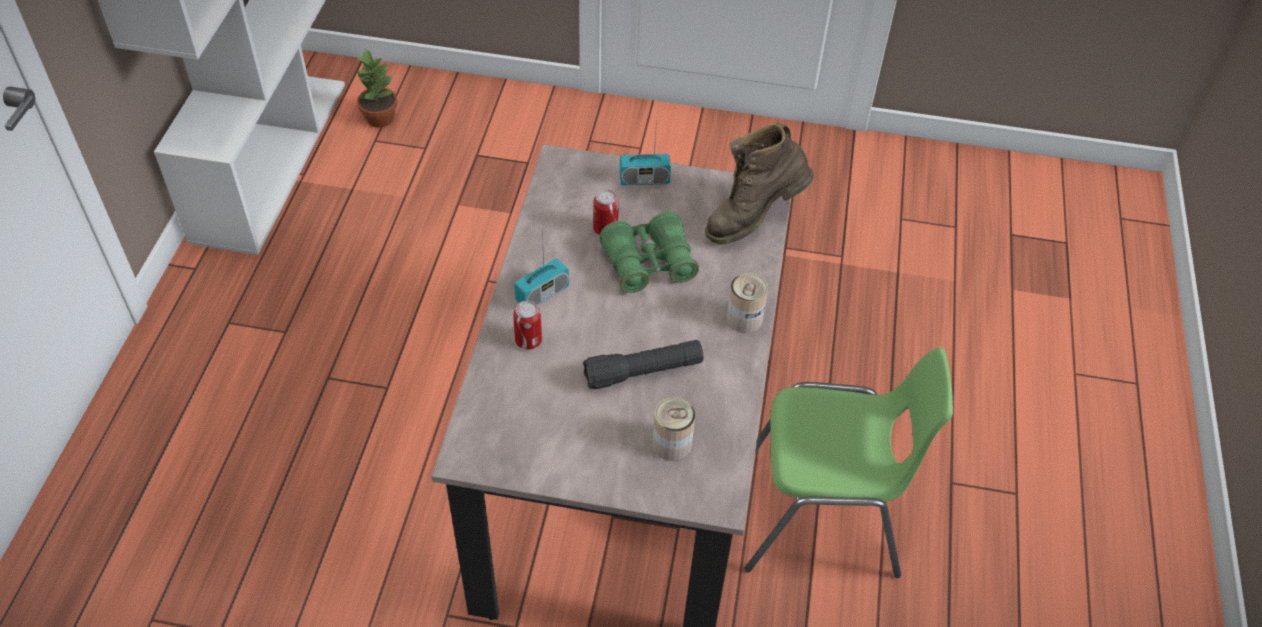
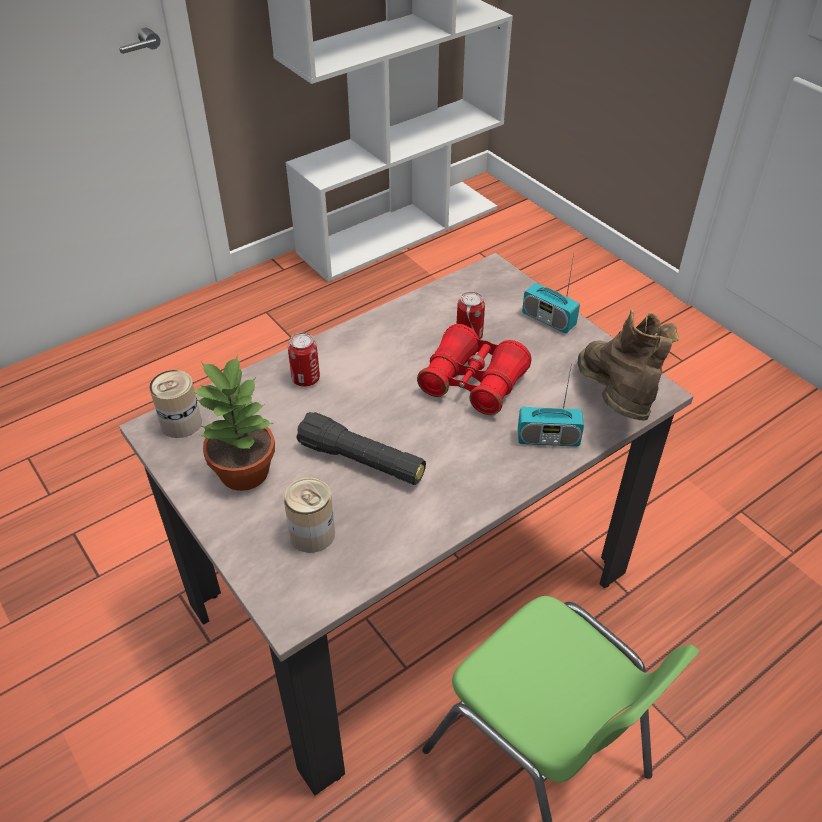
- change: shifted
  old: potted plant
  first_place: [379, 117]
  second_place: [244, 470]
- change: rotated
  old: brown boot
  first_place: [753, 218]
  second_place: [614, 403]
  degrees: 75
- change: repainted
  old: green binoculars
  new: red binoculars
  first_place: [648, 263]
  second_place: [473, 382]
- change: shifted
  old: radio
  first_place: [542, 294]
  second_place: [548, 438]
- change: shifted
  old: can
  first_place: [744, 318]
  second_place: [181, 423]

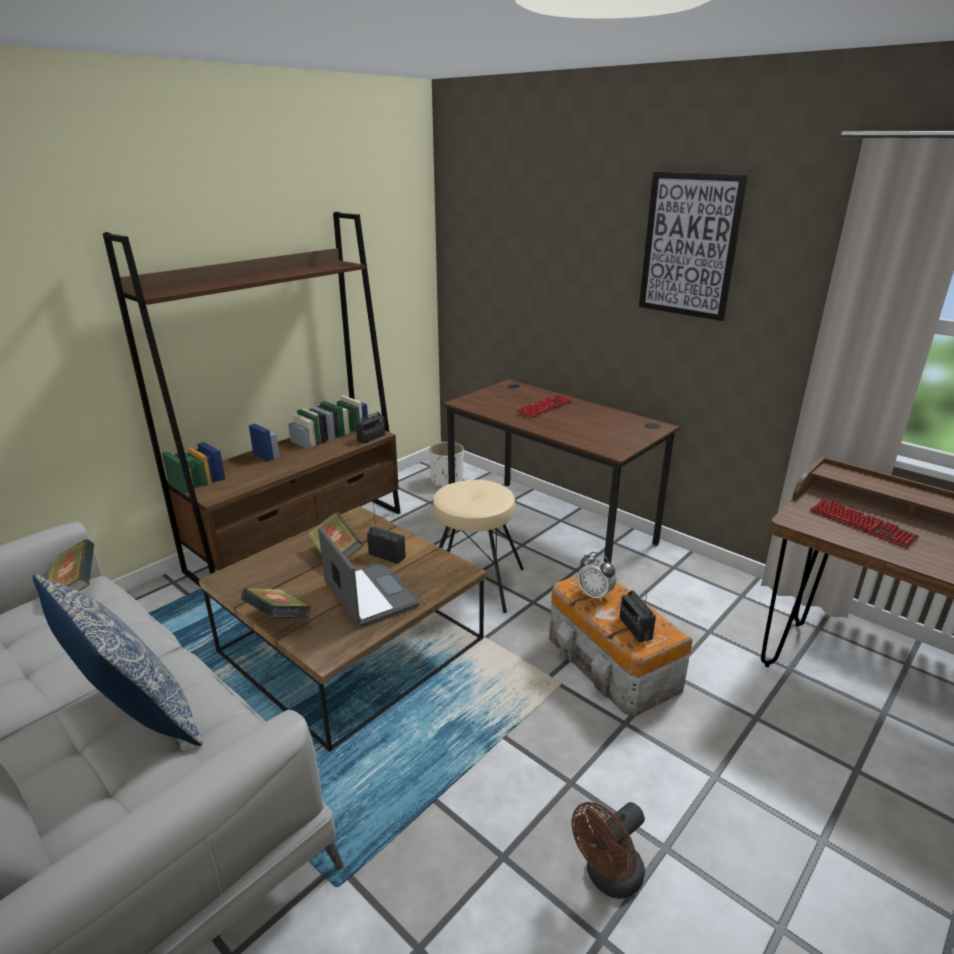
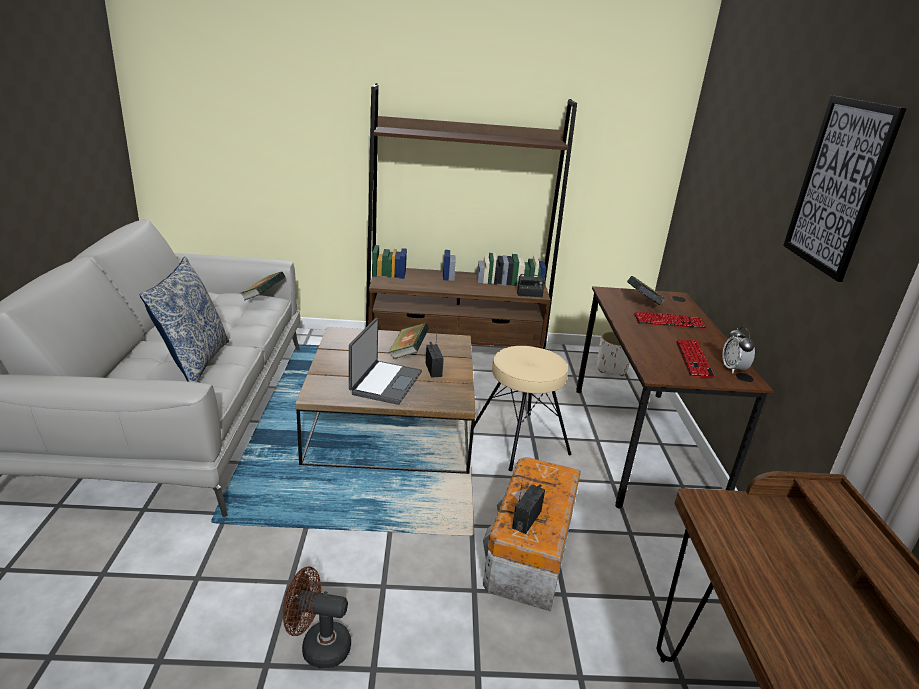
- change: shifted
  old: keyboard
  first_place: [861, 525]
  second_place: [693, 359]
- change: shifted
  old: alarm clock
  first_place: [595, 595]
  second_place: [733, 369]
- change: shifted
  old: book
  first_place: [278, 619]
  second_place: [643, 303]

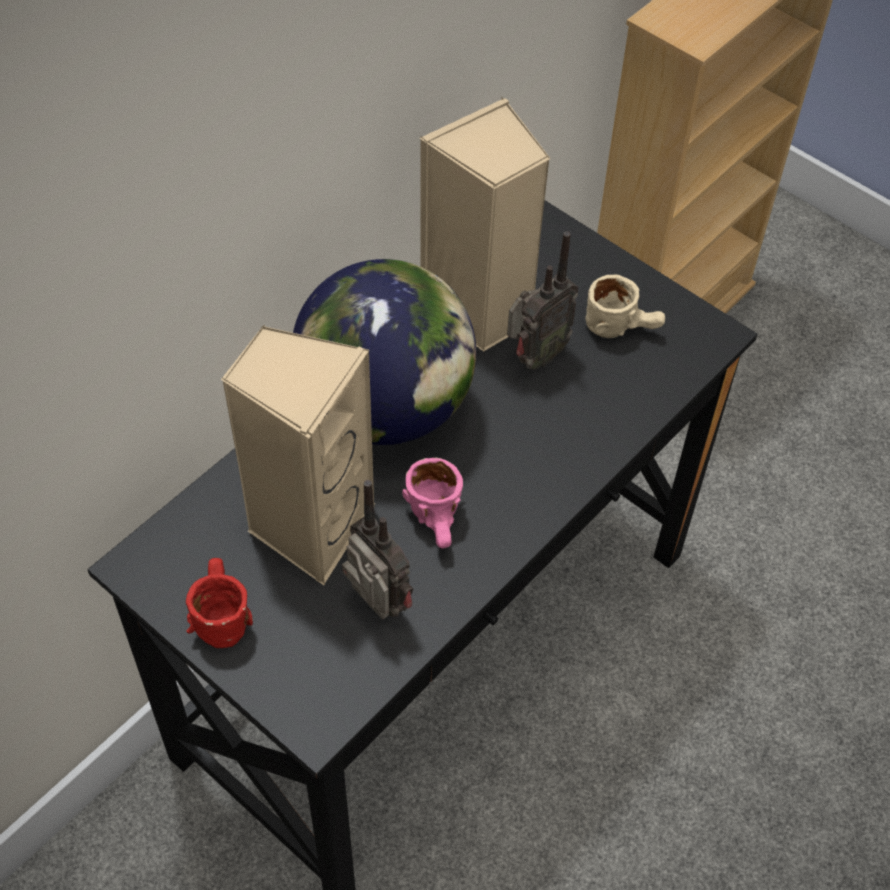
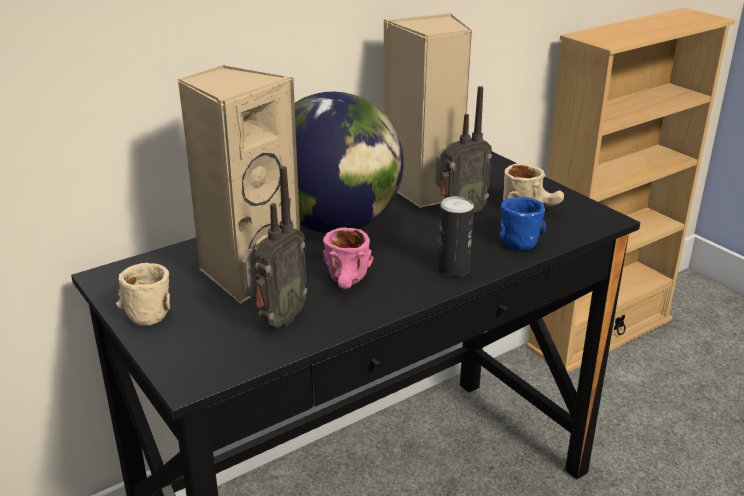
- change: rotated
  old: radio
  first_place: [376, 607]
  second_place: [276, 321]
  degrees: 60
- change: repainted
  old: red mug
  new: beige mug
  first_place: [218, 613]
  second_place: [150, 308]
- change: new
  new: can
  second_place: [453, 269]
- change: new
  new: blue mug
  second_place: [513, 237]

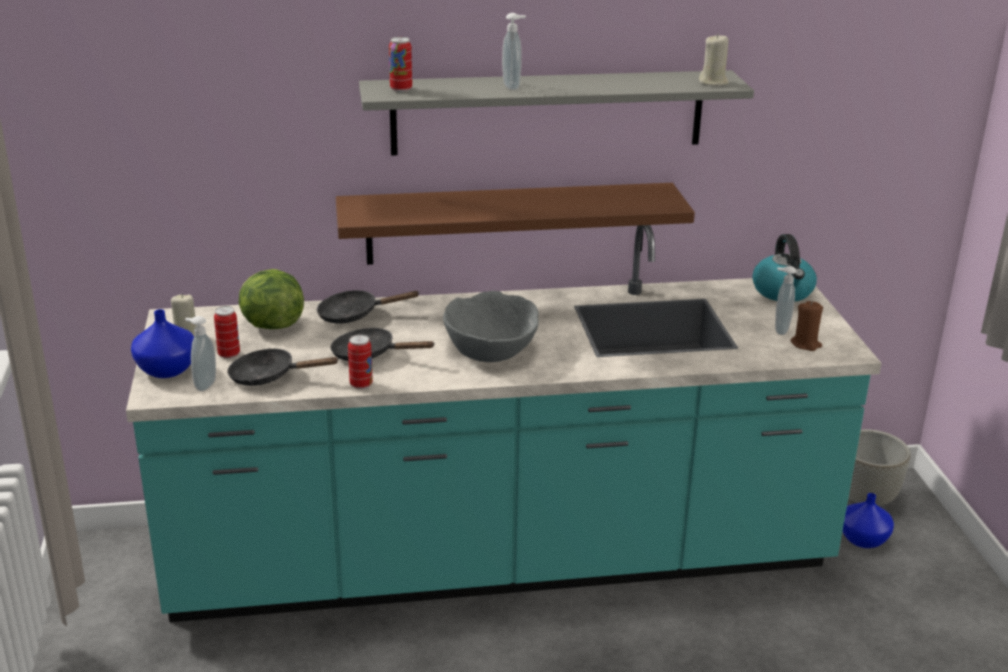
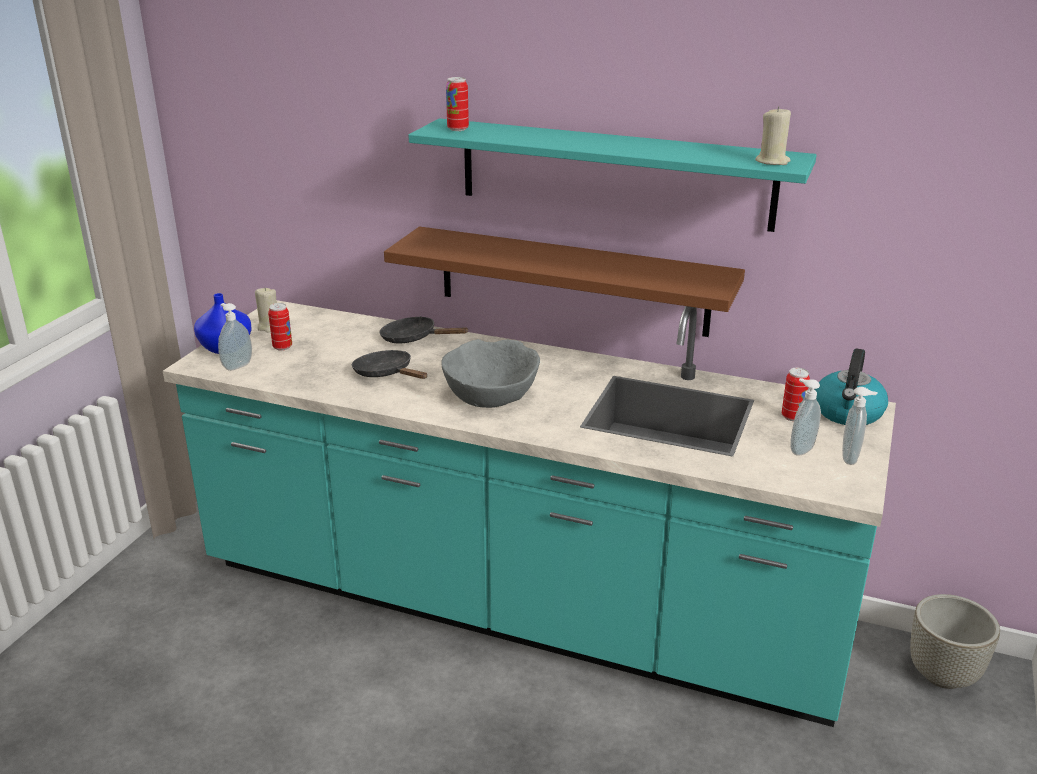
- change: shifted
  old: soap dispenser
  first_place: [513, 86]
  second_place: [852, 458]
- change: repainted
  old: grey shelf
  new: turquoise shelf
  first_place: [548, 112]
  second_place: [614, 174]
- change: gone
  old: lettuce
  first_place: [271, 325]
- change: gone
  old: brown candle
  first_place: [806, 344]
- change: shifted
  old: can
  first_place: [361, 385]
  second_place: [792, 417]
- change: gone
  old: black frying pan
  first_place: [269, 376]
- change: gone
  old: blue vase
  first_place: [864, 539]

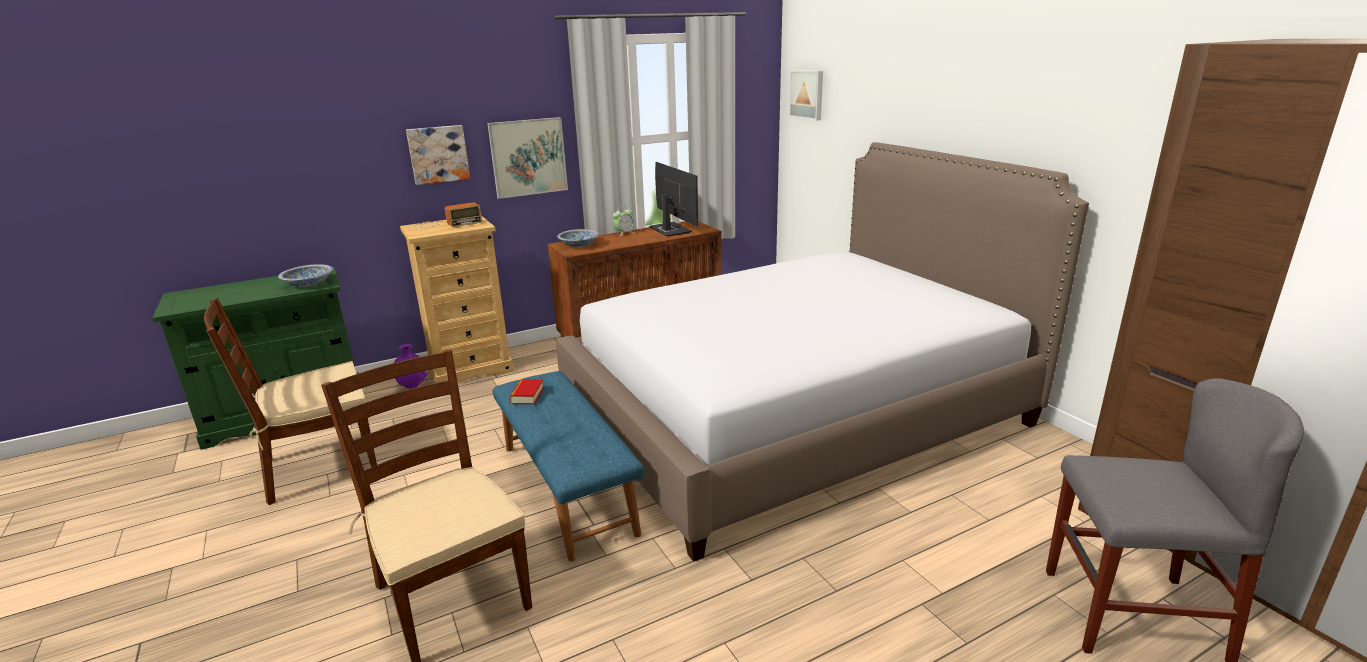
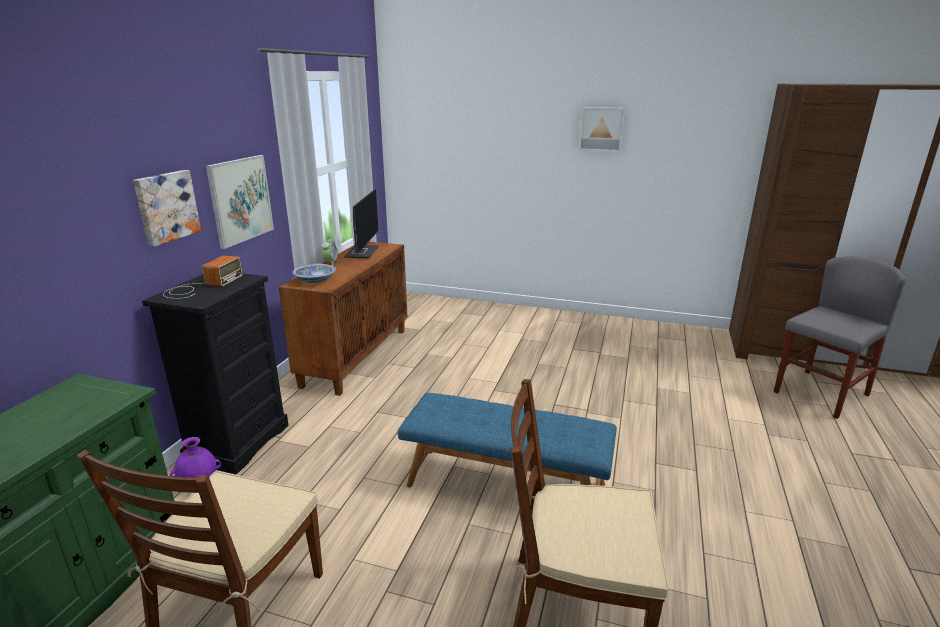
- change: shifted
  old: picture
  first_place: [807, 94]
  second_place: [601, 129]
- change: gone
  old: bed
  first_place: [795, 415]
- change: rotated
  old: monitor
  first_place: [669, 230]
  second_place: [362, 252]
  degrees: 75
- change: repainted
  old: beige dresser
  new: black dresser
  first_place: [471, 369]
  second_place: [238, 442]
- change: gone
  old: bowl
  first_place: [308, 284]
- change: gone
  old: book
  first_place: [527, 395]

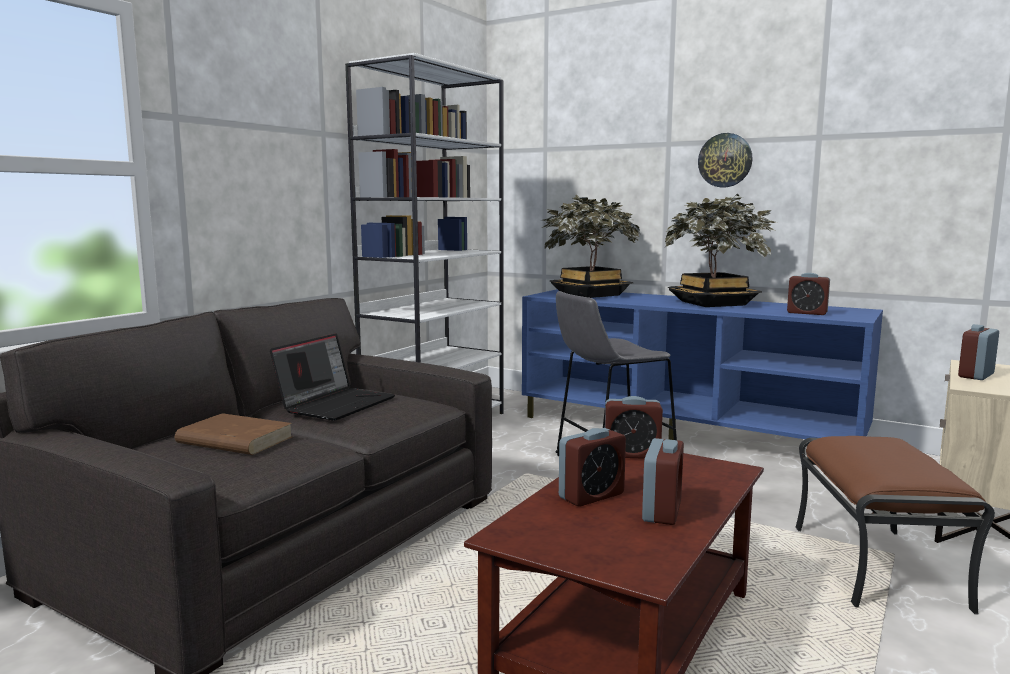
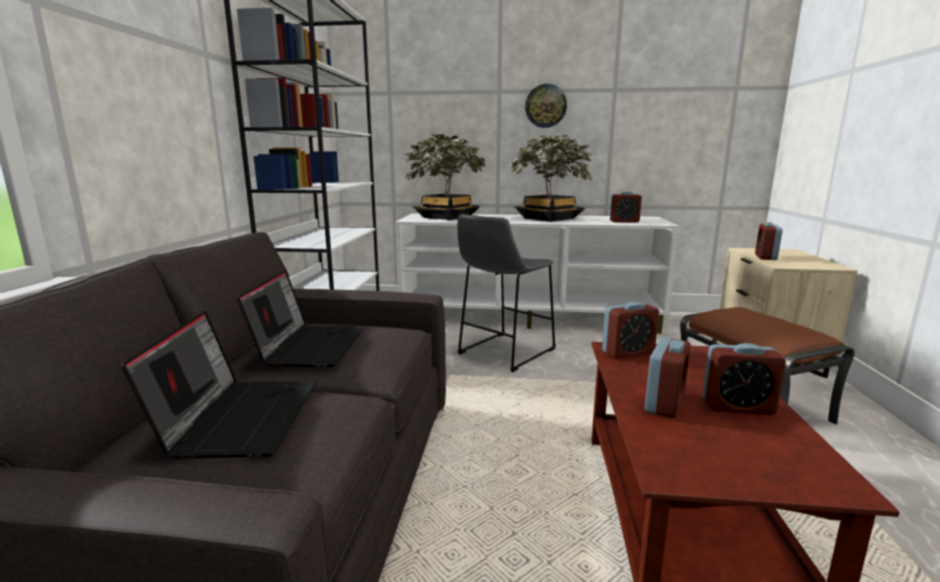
- change: repainted
  old: blue tv stand
  new: white tv stand
  first_place: [685, 431]
  second_place: [529, 317]
- change: swapped
  old: brown book
  new: laptop
  first_place: [234, 440]
  second_place: [239, 417]
- change: rotated
  old: alarm clock
  first_place: [662, 511]
  second_place: [737, 407]
  degrees: 105

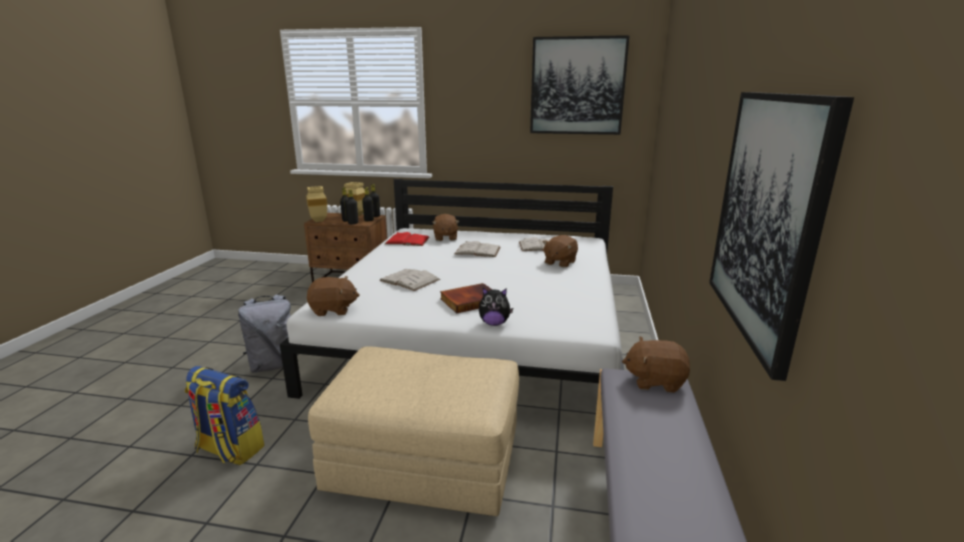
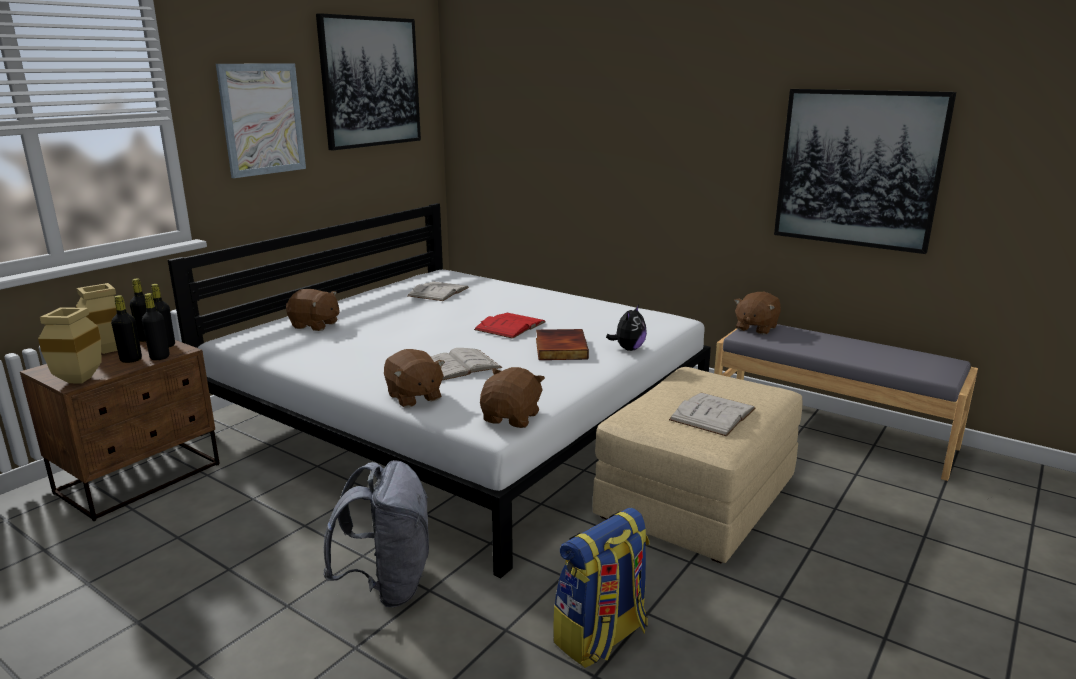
- change: shifted
  old: red book
  first_place: [407, 240]
  second_place: [510, 326]
- change: shifted
  old: brown plush toy
  first_place: [559, 262]
  second_place: [413, 397]
- change: shifted
  old: white book
  first_place: [477, 250]
  second_place: [712, 414]
- change: new
  new: picture
  second_place: [262, 119]

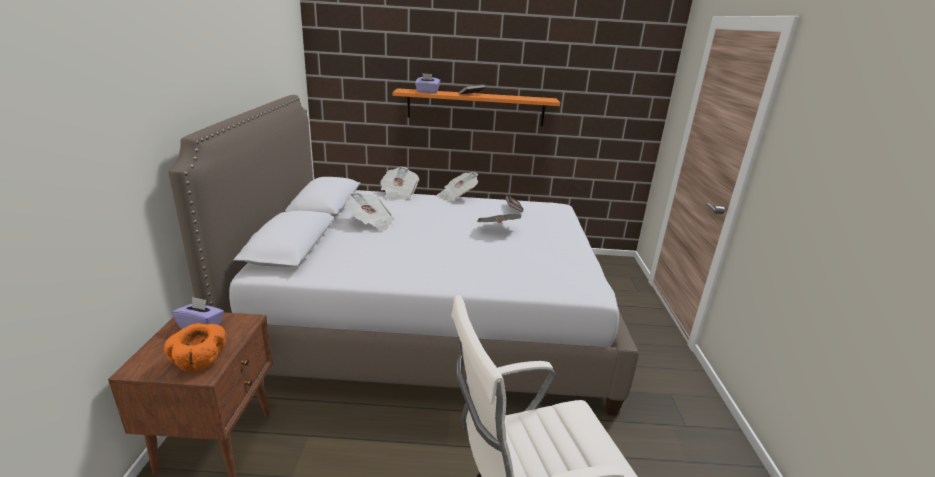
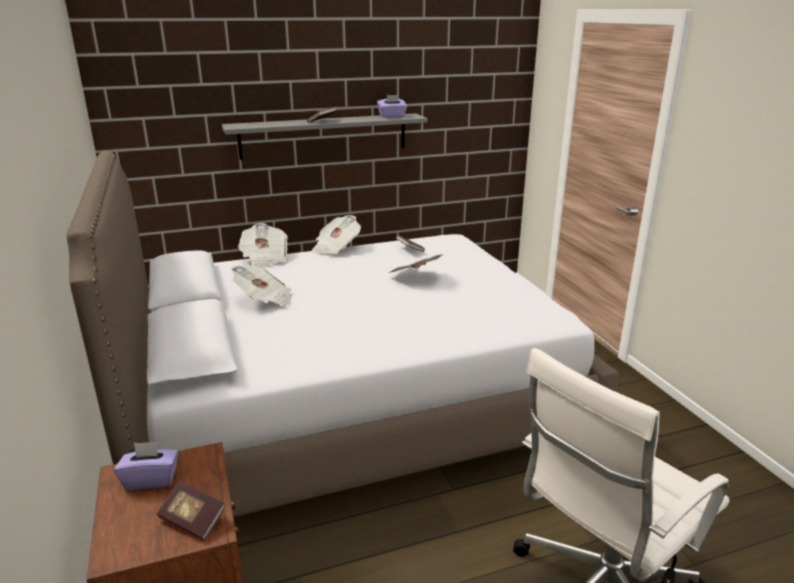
- change: shifted
  old: purple tissue box
  first_place: [427, 92]
  second_place: [392, 116]
- change: repainted
  old: orange shelf
  new: grey shelf
  first_place: [475, 107]
  second_place: [324, 136]
- change: swapped
  old: orange bowl
  new: book
  first_place: [200, 362]
  second_place: [193, 520]

